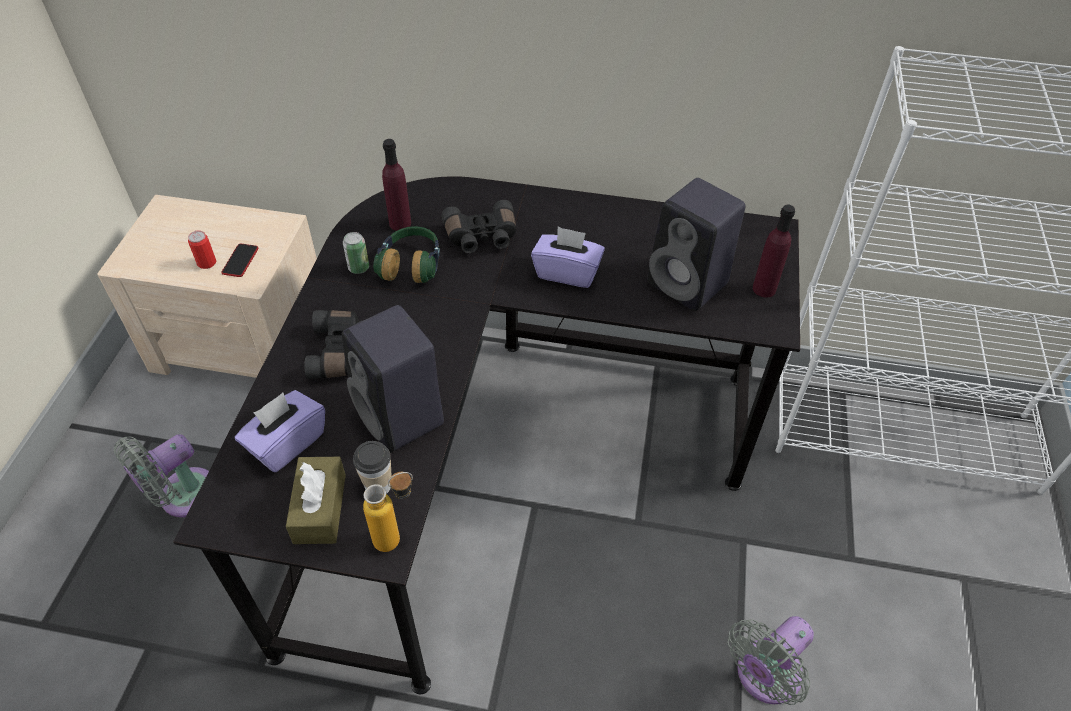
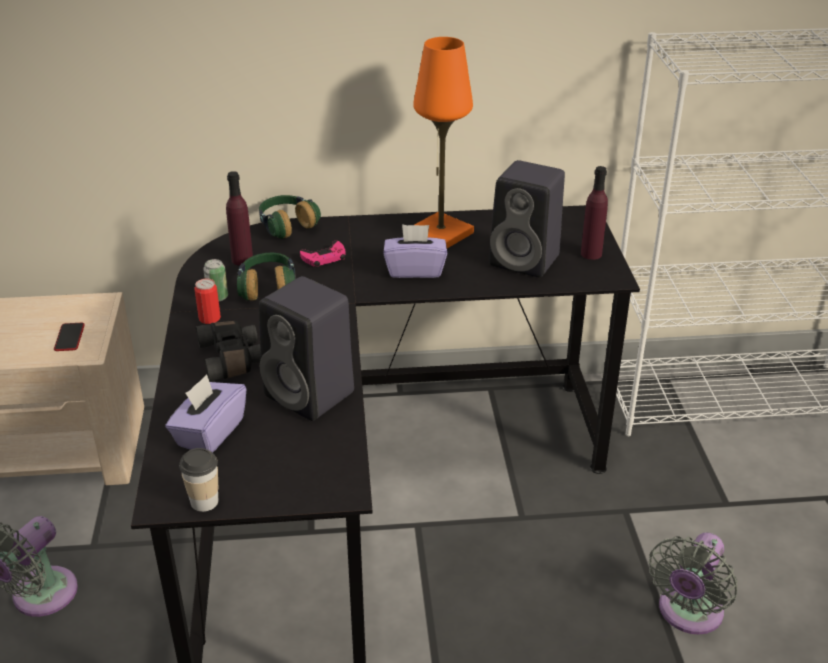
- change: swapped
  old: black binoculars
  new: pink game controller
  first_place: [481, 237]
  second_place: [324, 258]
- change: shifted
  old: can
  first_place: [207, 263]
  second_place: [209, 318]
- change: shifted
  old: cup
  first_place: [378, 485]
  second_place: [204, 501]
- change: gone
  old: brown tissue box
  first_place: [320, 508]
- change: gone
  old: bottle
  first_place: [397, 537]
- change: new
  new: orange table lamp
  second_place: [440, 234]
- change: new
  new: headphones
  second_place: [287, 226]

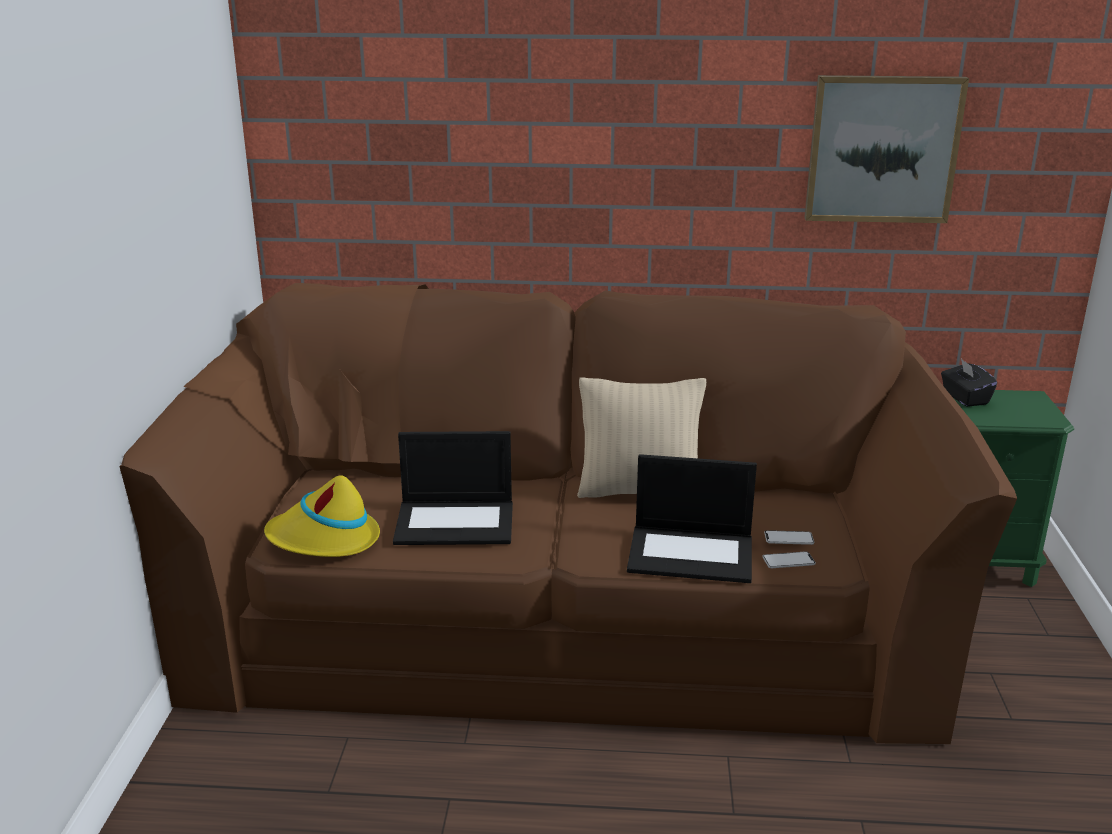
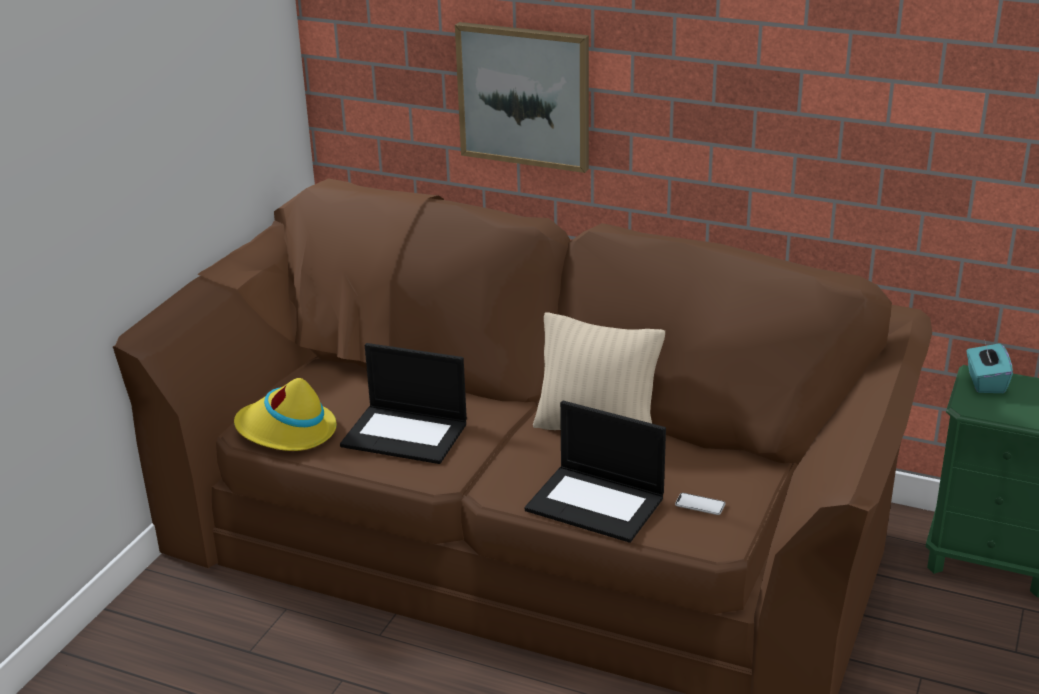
- change: shifted
  old: picture
  first_place: [882, 149]
  second_place: [524, 96]
- change: repainted
  old: black tissue box
  new: turquoise tissue box
  first_place: [964, 398]
  second_place: [985, 382]
- change: gone
  old: phone
  first_place: [788, 561]

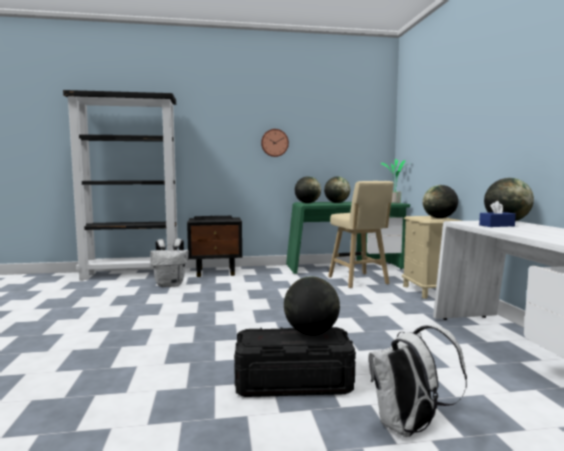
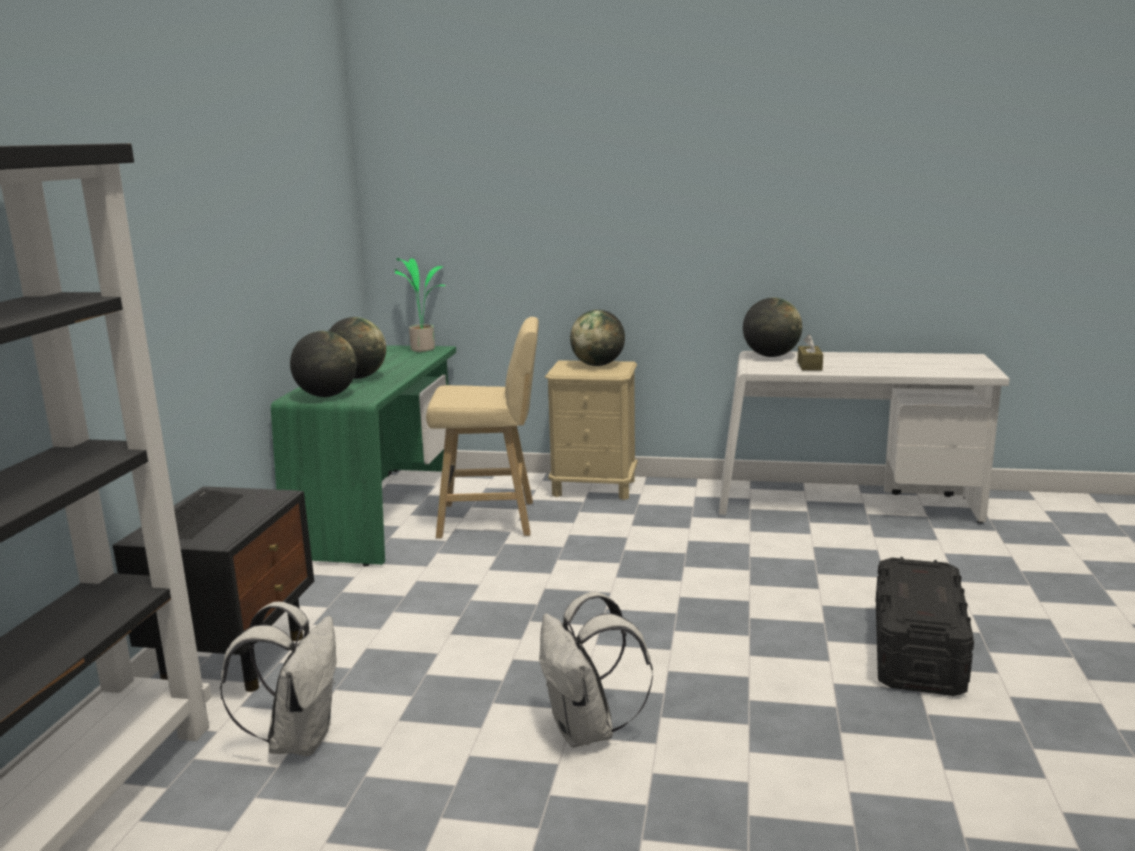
- change: gone
  old: wall clock
  first_place: [274, 143]
- change: repainted
  old: blue tissue box
  new: brown tissue box
  first_place: [496, 225]
  second_place: [809, 366]
- change: gone
  old: globe
  first_place: [311, 333]
- change: shifted
  old: white backpack
  first_place: [409, 428]
  second_place: [587, 731]

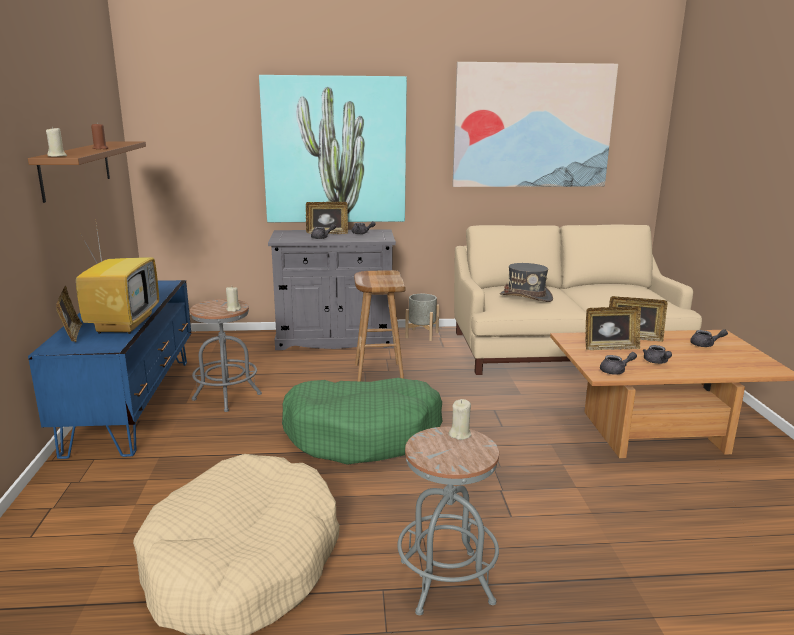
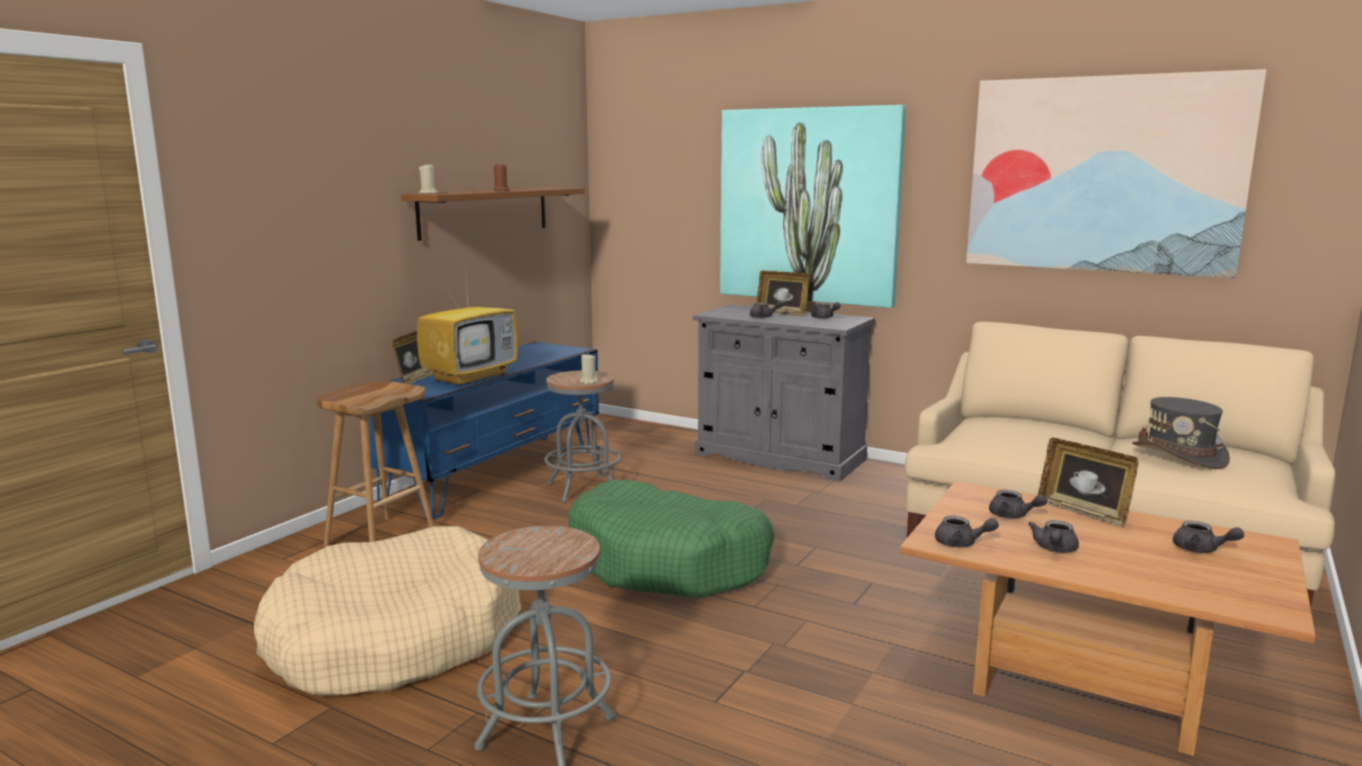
- change: shifted
  old: grey hat
  first_place: [526, 297]
  second_place: [1179, 455]
- change: shifted
  old: brown stool
  first_place: [378, 374]
  second_place: [381, 537]
- change: gone
  old: grey planter
  first_place: [421, 335]
- change: swapped
  old: picture frame
  new: grey teapot
  first_place: [610, 348]
  second_place: [1013, 516]
- change: gone
  old: beige candle
  first_place: [460, 434]

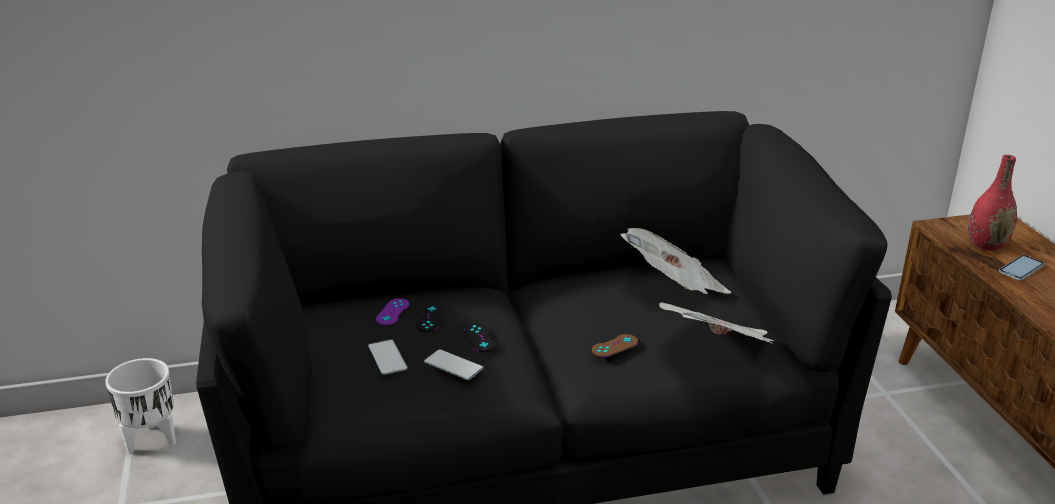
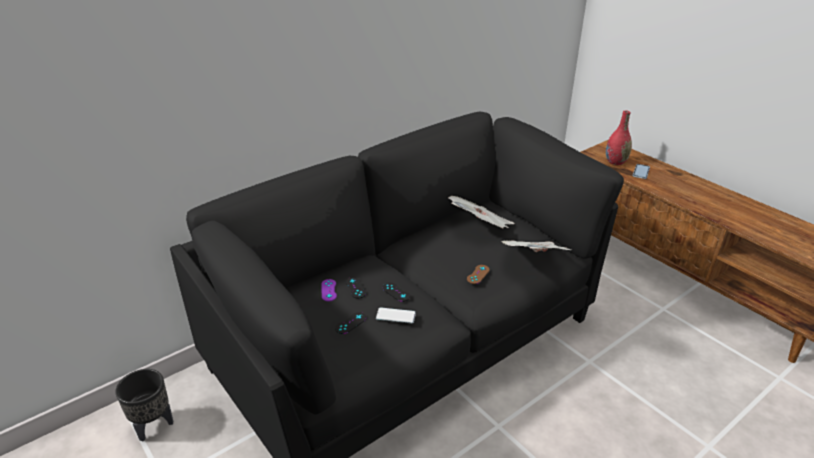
- change: swapped
  old: phone
  new: black game controller
  first_place: [387, 357]
  second_place: [350, 323]
- change: repainted
  old: white planter
  new: black planter
  first_place: [151, 439]
  second_place: [153, 425]

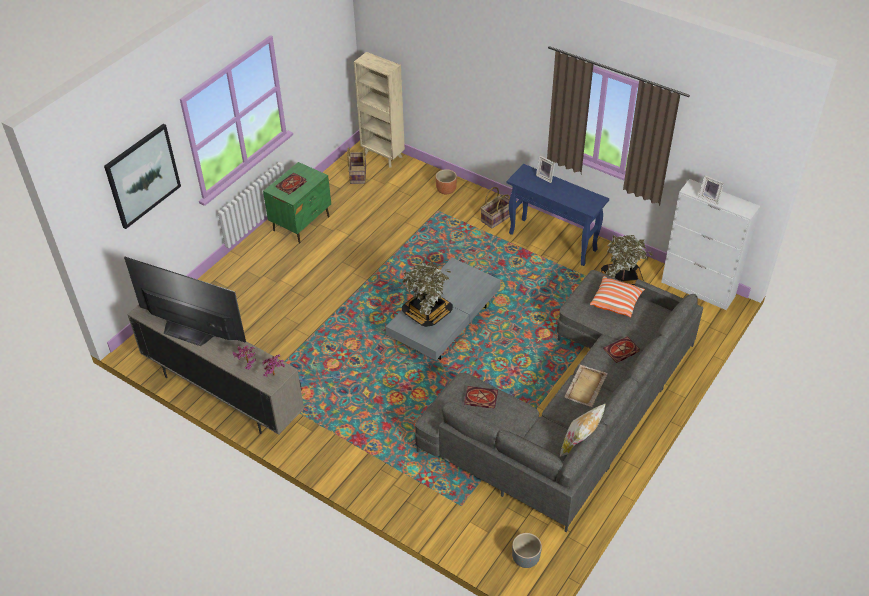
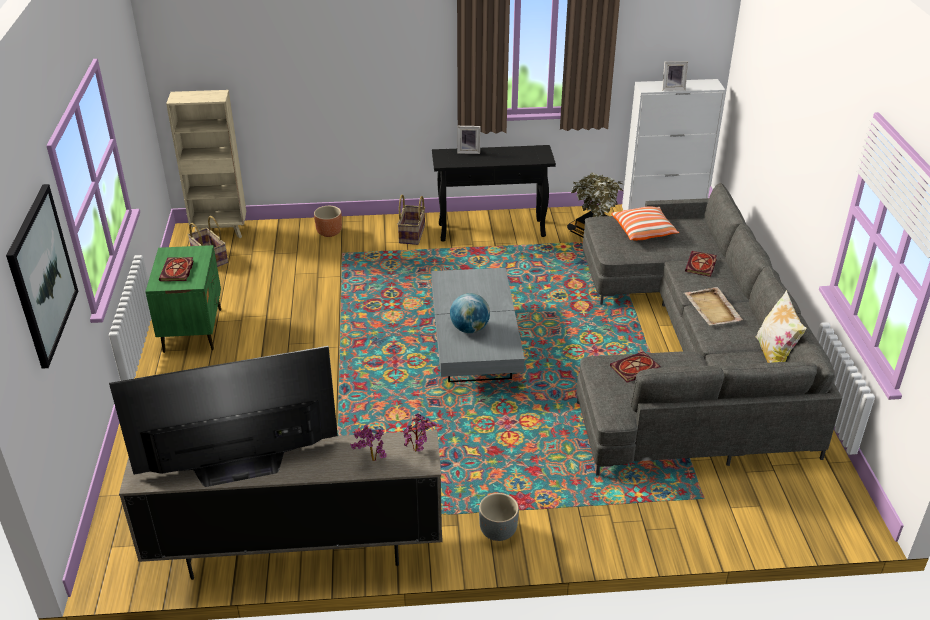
- change: repainted
  old: blue console table
  new: black console table
  first_place: [553, 242]
  second_place: [492, 230]
- change: swapped
  old: potted plant
  new: globe
  first_place: [427, 312]
  second_place: [470, 329]
- change: shifted
  old: grey planter
  first_place: [525, 559]
  second_place: [498, 531]

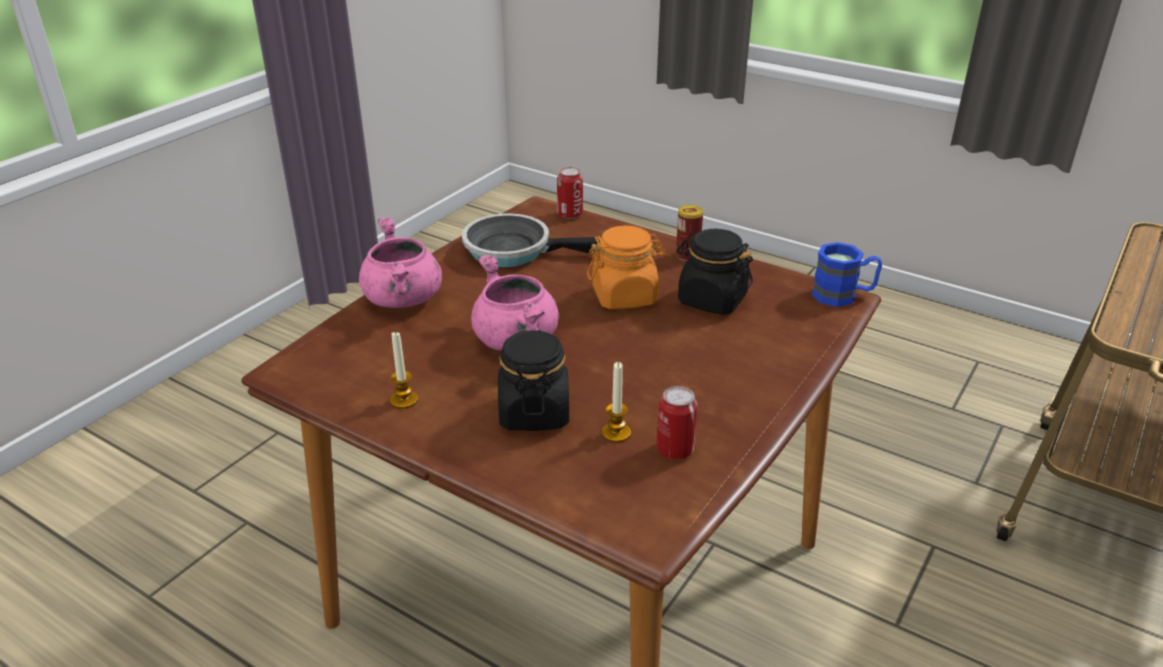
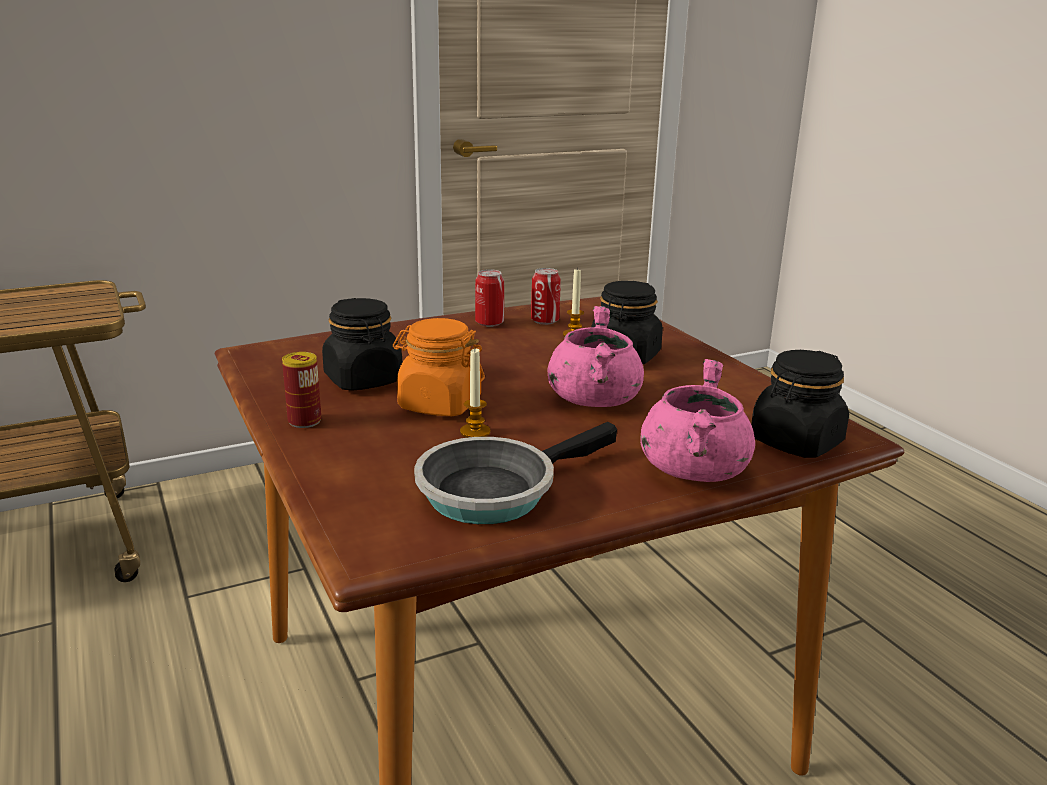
- change: shifted
  old: can
  first_place: [570, 214]
  second_place: [489, 323]
- change: rotated
  old: frying pan
  first_place: [515, 250]
  second_place: [495, 490]
  degrees: 105
- change: gone
  old: blue mug
  first_place: [843, 295]
- change: shifted
  old: candle
  first_place: [404, 400]
  second_place: [475, 432]
- change: new
  new: black jar
  second_place: [796, 442]

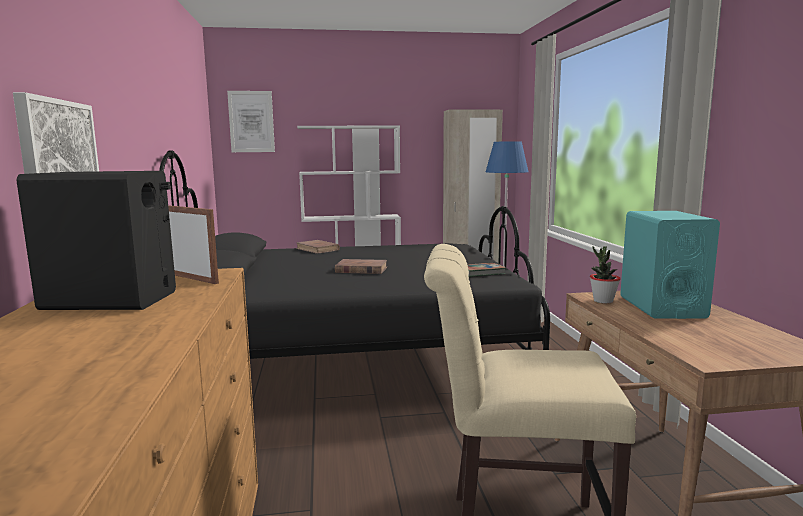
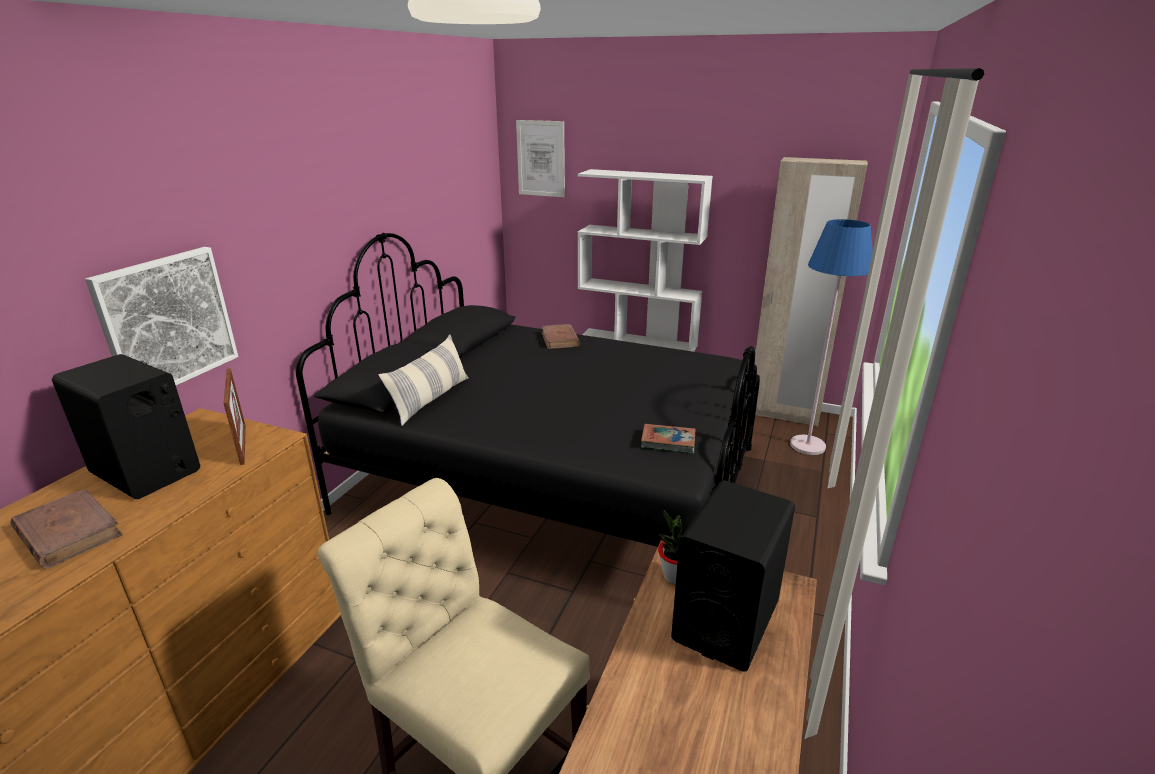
- change: repainted
  old: turquoise speaker
  new: black speaker
  first_place: [661, 307]
  second_place: [726, 620]
- change: shifted
  old: brown book
  first_place: [361, 270]
  second_place: [68, 532]
- change: new
  new: pillow
  second_place: [430, 399]

